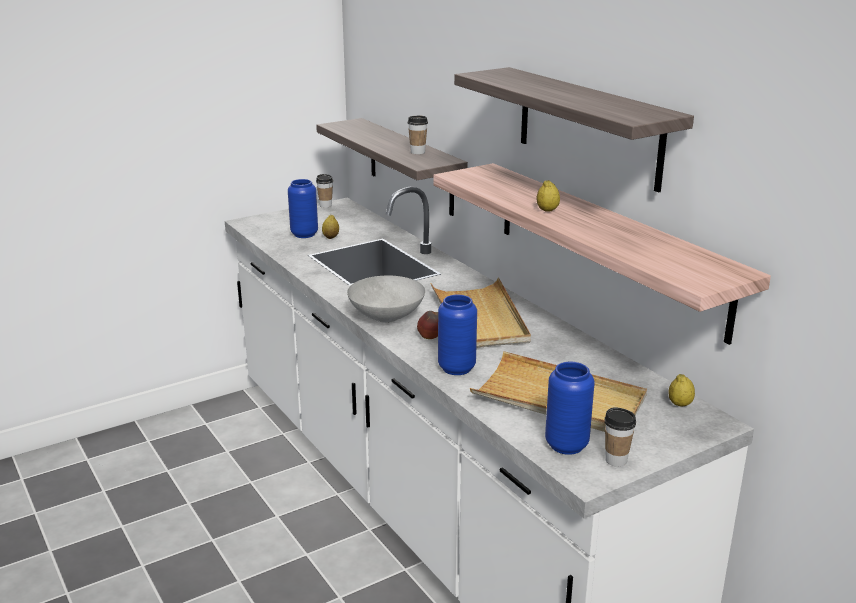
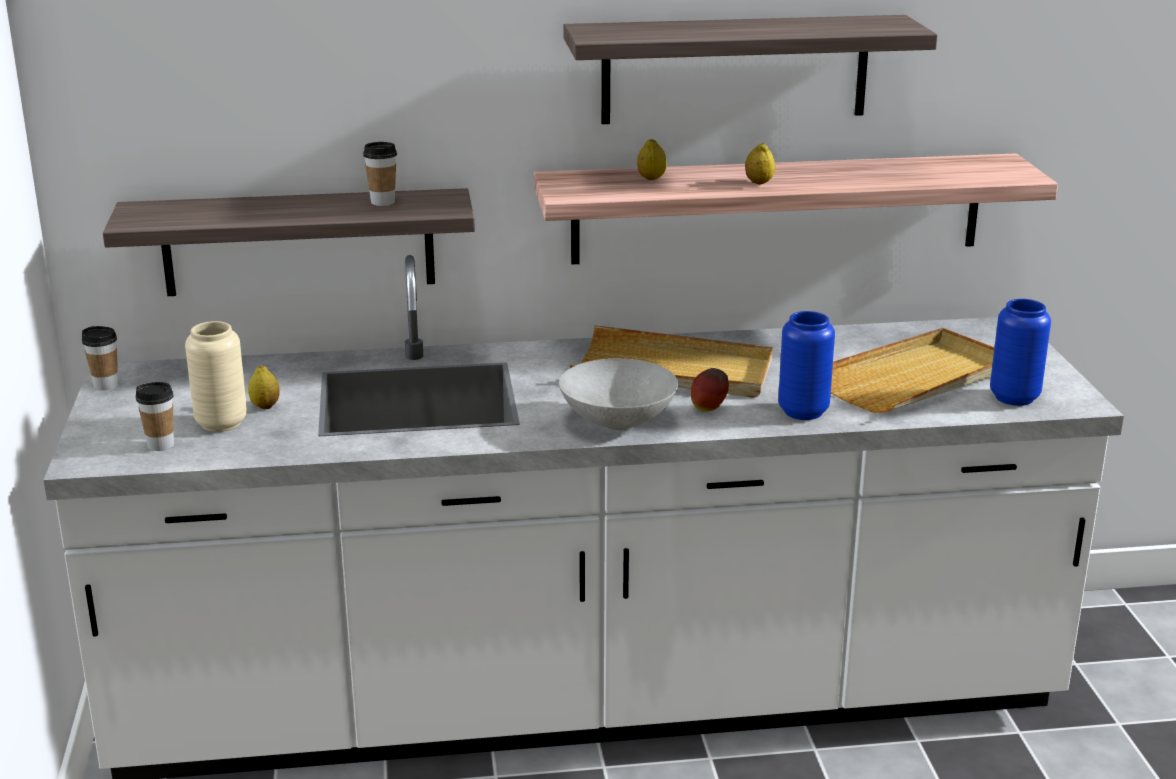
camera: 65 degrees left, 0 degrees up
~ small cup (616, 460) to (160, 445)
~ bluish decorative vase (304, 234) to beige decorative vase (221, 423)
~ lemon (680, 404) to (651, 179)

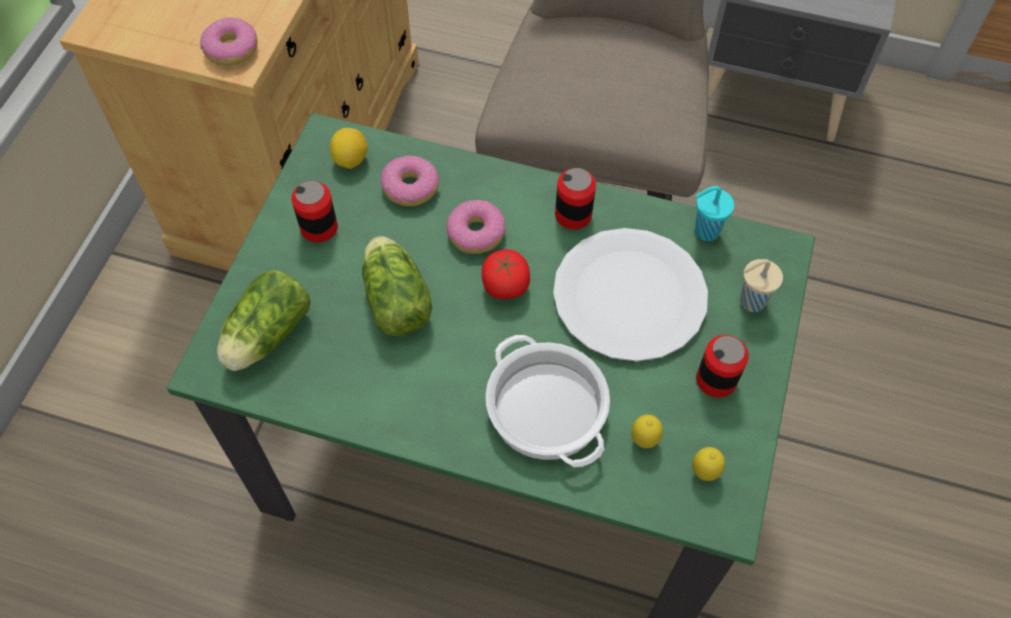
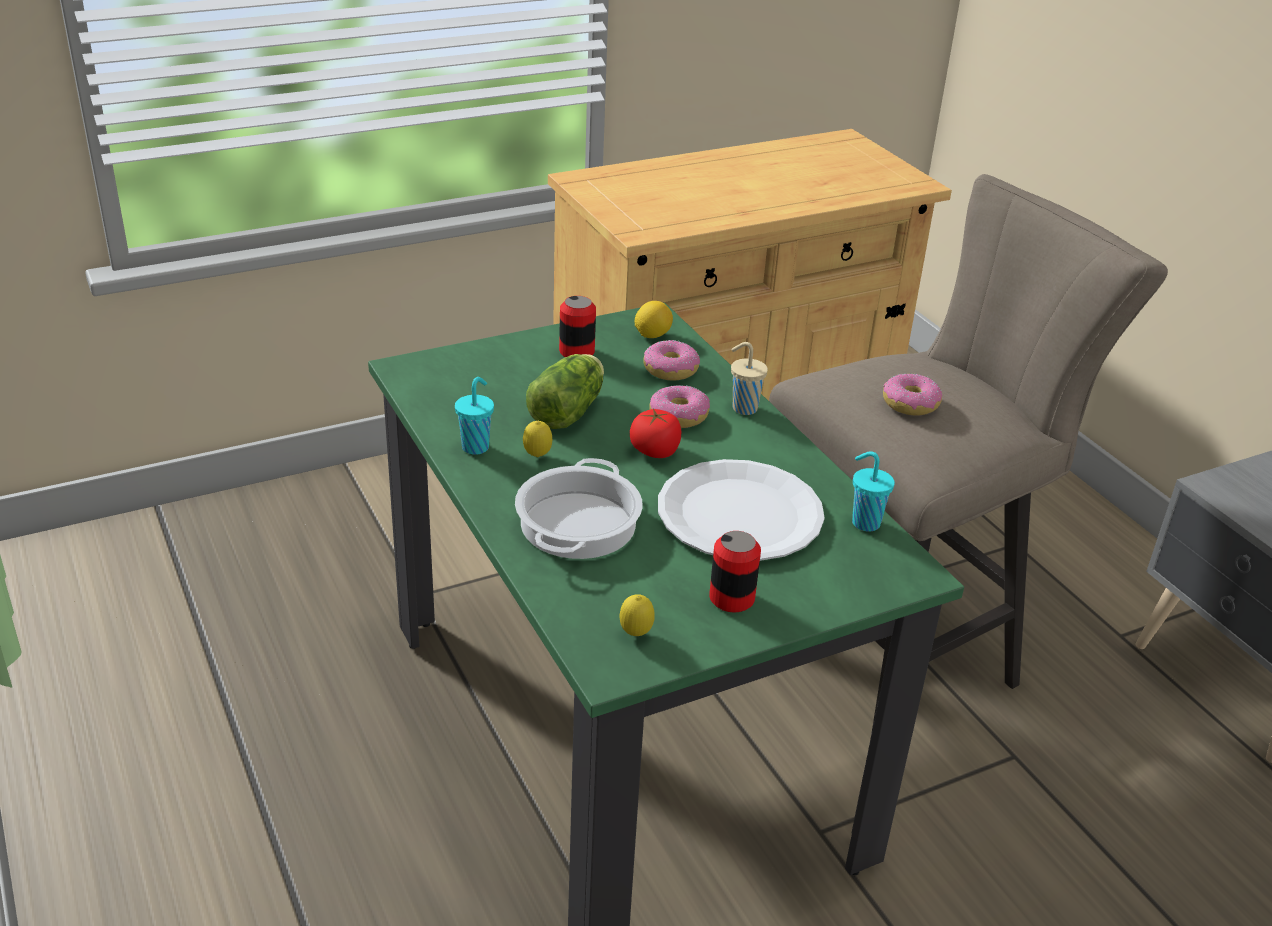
camera: 45 degrees right, 25 degrees down
+ turquoise small cup (476, 446)
~ lemon (644, 440) to (537, 456)
~ beige small cup (750, 302) to (743, 408)
~ doughnut (232, 49) to (910, 404)
- lettuce (265, 337)
- can (573, 215)

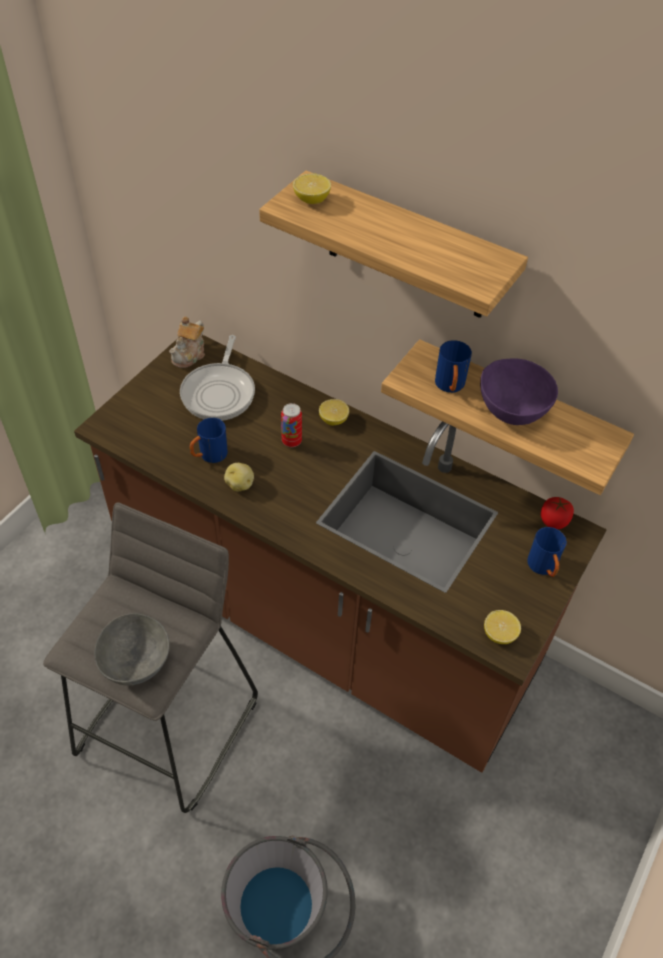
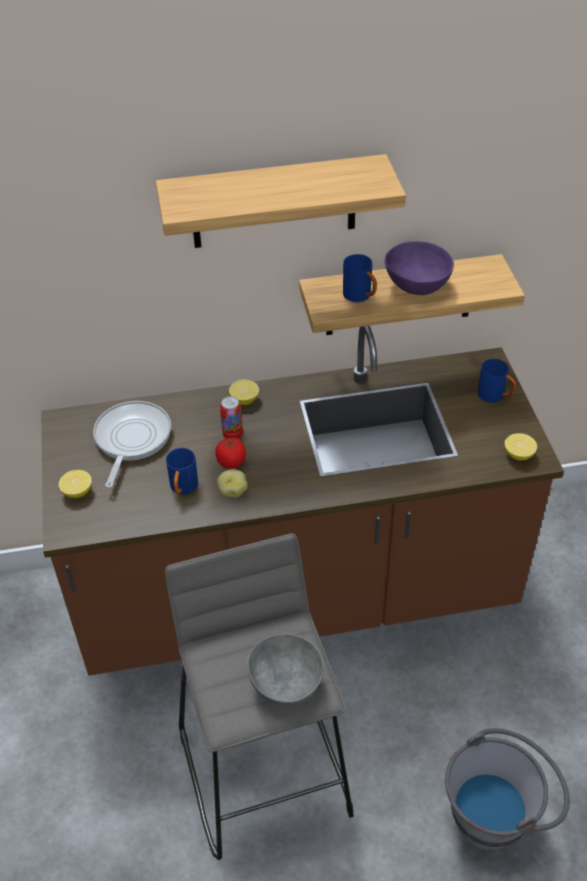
camera: 40 degrees left, 5 degrees down
~ lemon (311, 200) to (77, 492)
~ frying pan (219, 392) = (131, 439) 135 degrees counterclockwise
~ fresh tomato (553, 521) to (231, 461)
- teapot (189, 354)

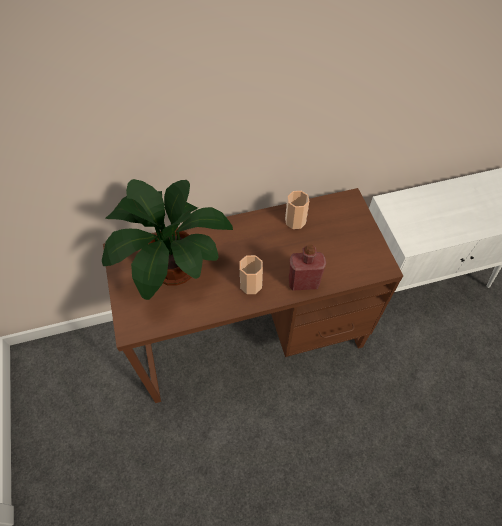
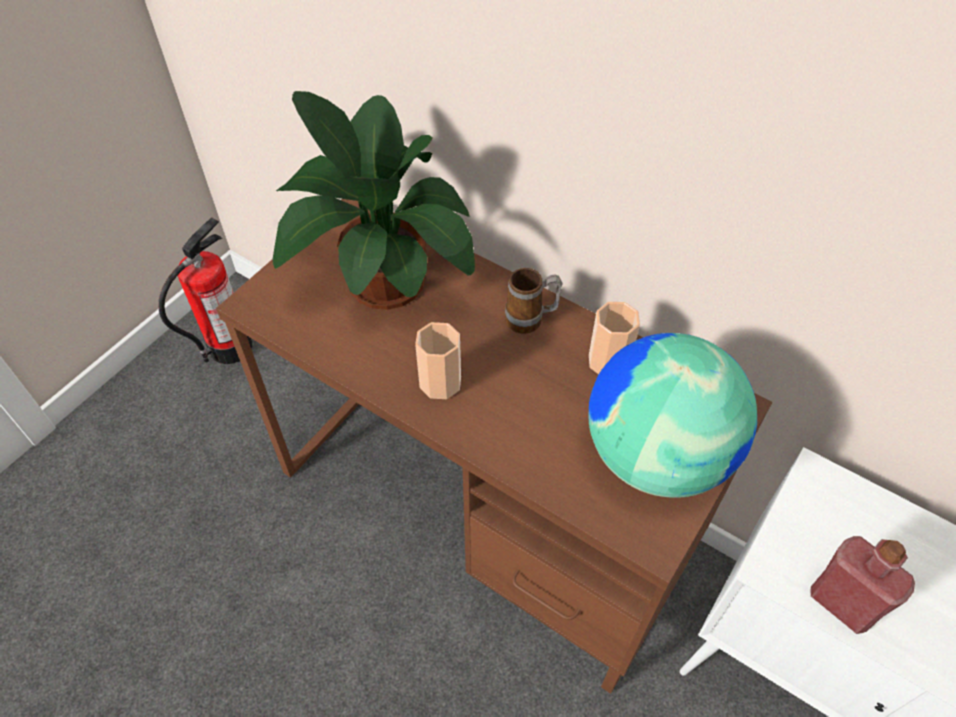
camera: 50 degrees right, 5 degrees down
+ extinguisher (230, 347)
+ tea mug (531, 320)
+ world globe (655, 454)
~ reddish drink bottle (303, 282) to (842, 603)

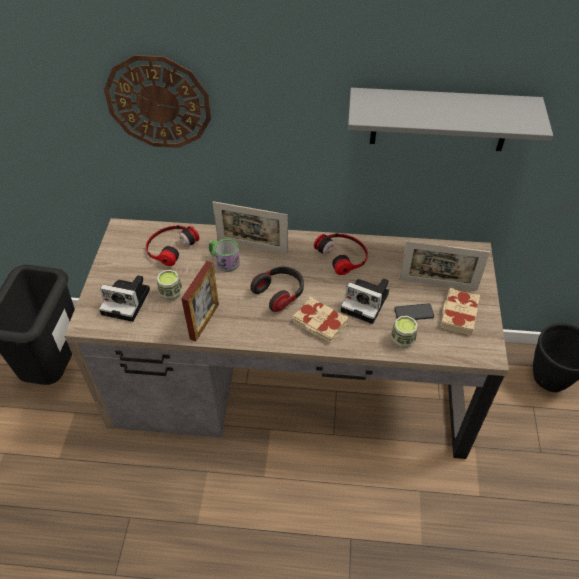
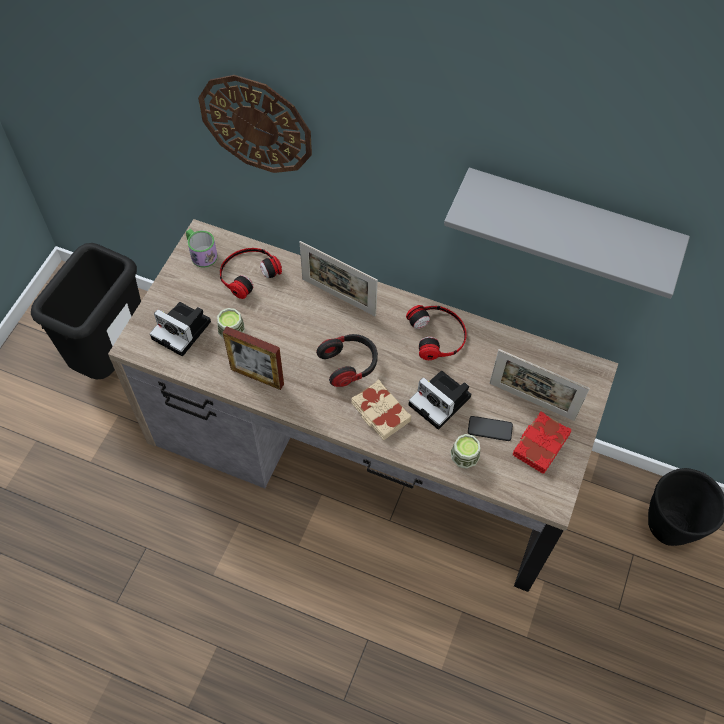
camera: 15 degrees right, 10 degrees up
~ tea mug (224, 261) to (201, 253)
~ picture frame (204, 321) = (257, 376) 75 degrees clockwise
~ beige volume (458, 314) to reddish volume (540, 444)

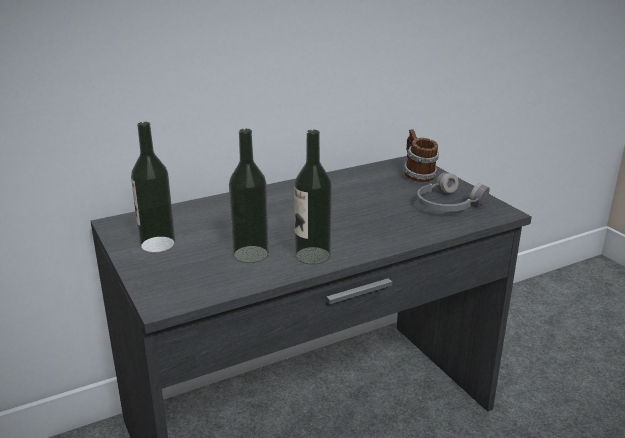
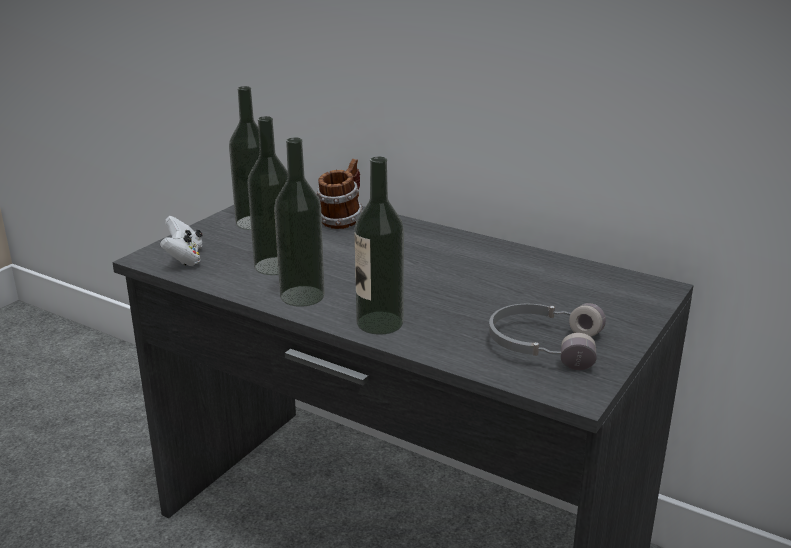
camera: 60 degrees right, 0 degrees up
+ white-coloured gamepad (184, 258)
~ tea mug (418, 176) to (342, 220)
+ drink bottle (379, 323)

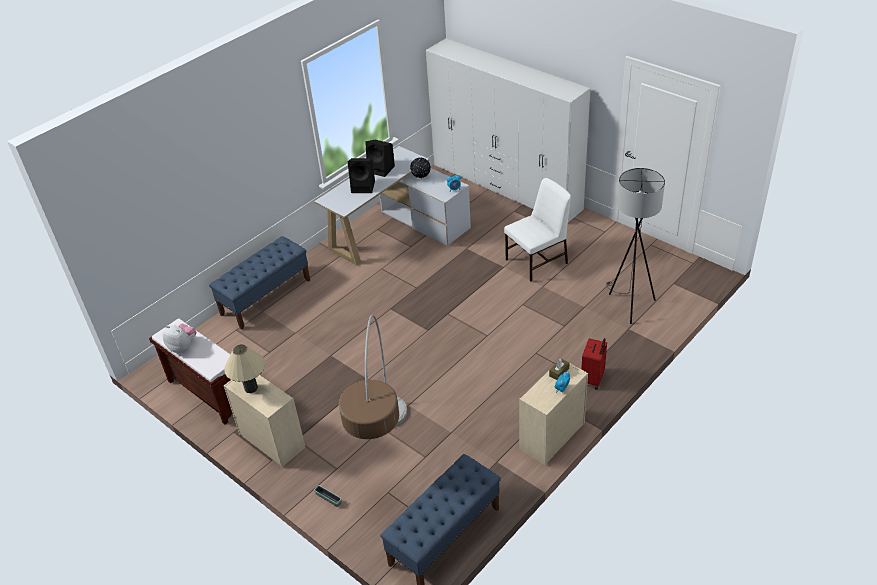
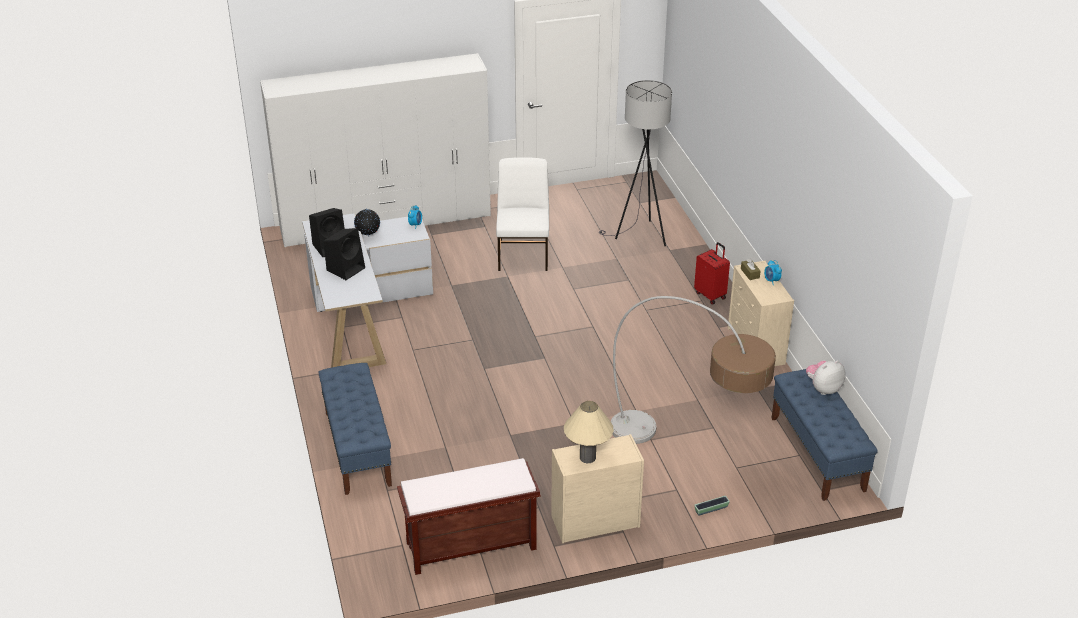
camera: 60 degrees left, 5 degrees down
~ plush toy (183, 347) to (823, 388)

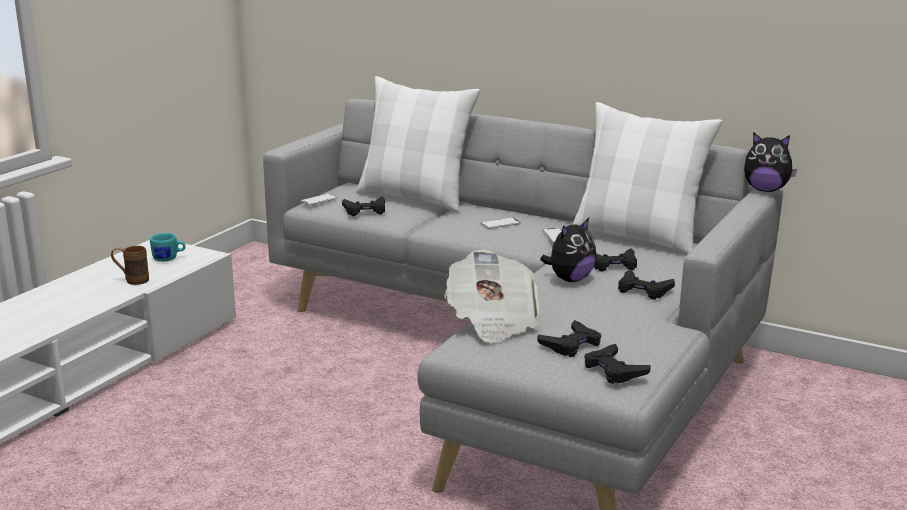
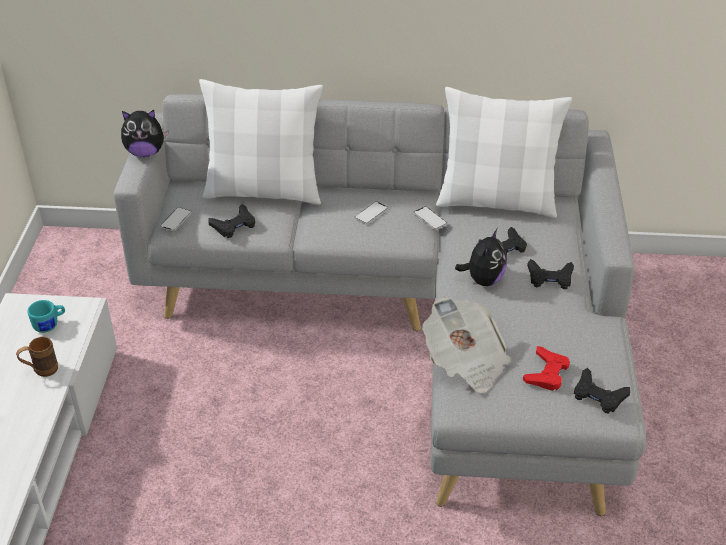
camera: 25 degrees left, 20 degrees up
~ plush toy (766, 190) to (145, 153)
~ black gamepad (571, 344) to reddish gamepad (546, 373)

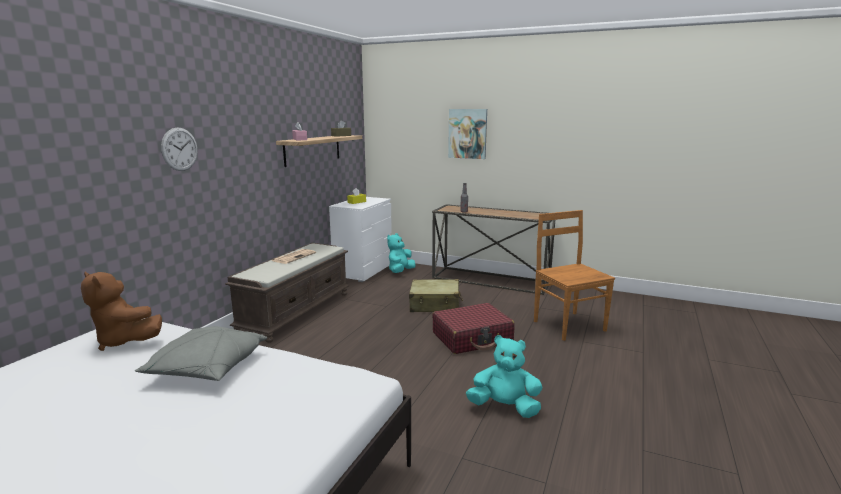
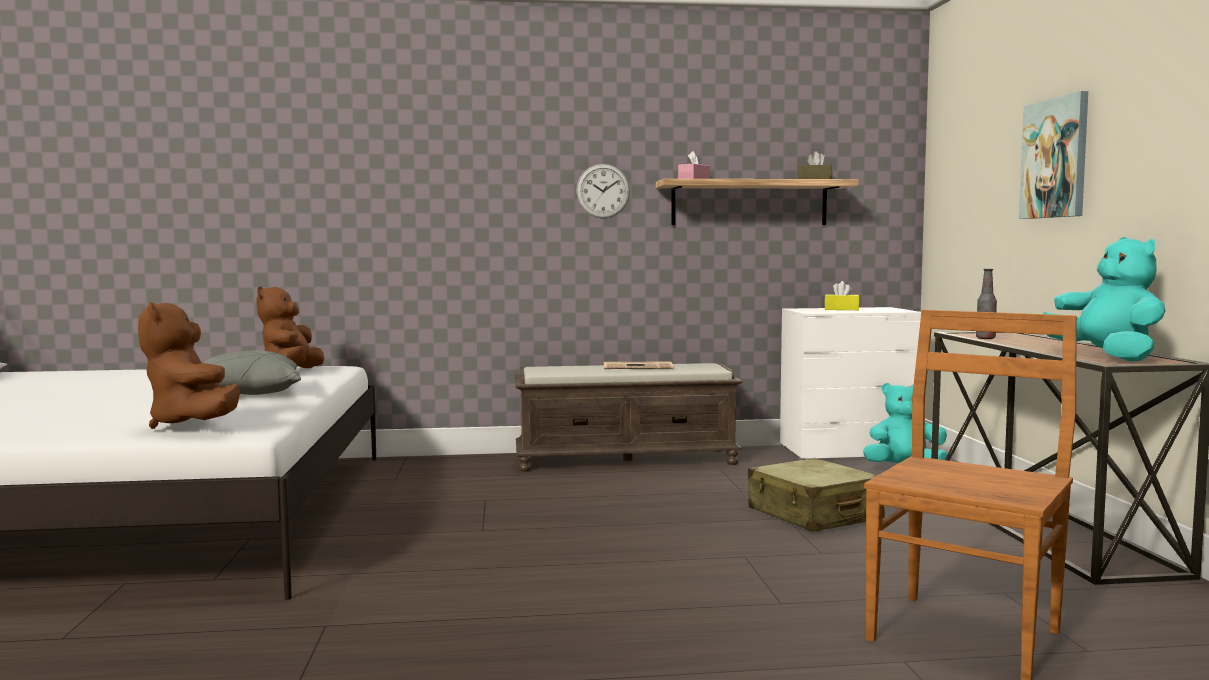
camera: 60 degrees right, 10 degrees down
+ brown plush toy (192, 424)
~ hanging clock (179, 149) to (603, 191)
~ turquoise plush toy (504, 407) to (1106, 357)
- reddish travel case (472, 338)

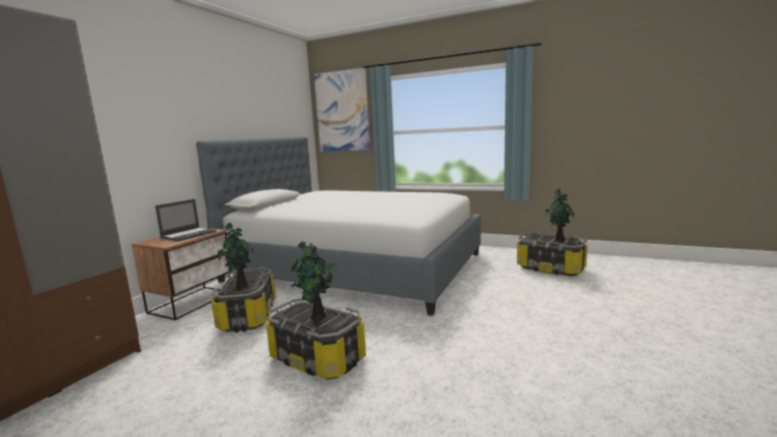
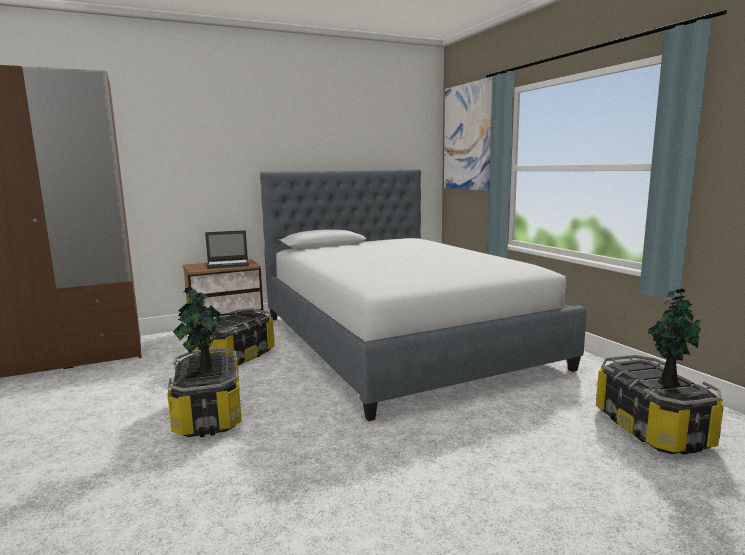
camera: 40 degrees right, 0 degrees up
- houseplant (241, 286)

